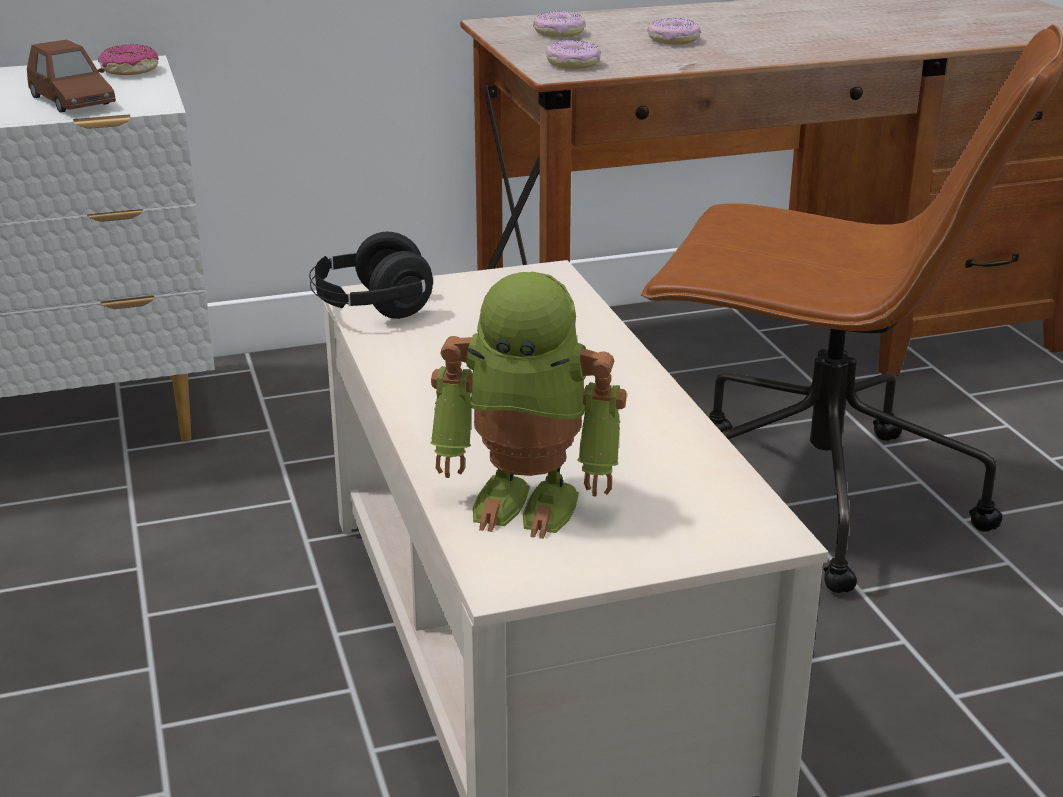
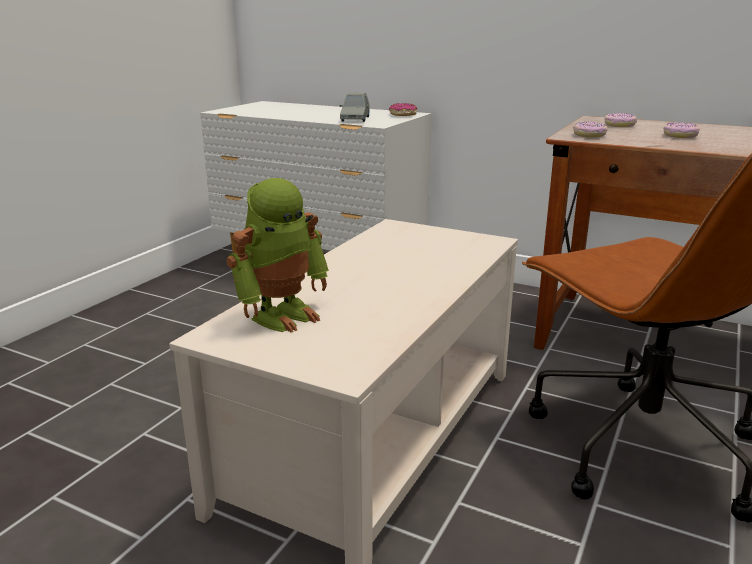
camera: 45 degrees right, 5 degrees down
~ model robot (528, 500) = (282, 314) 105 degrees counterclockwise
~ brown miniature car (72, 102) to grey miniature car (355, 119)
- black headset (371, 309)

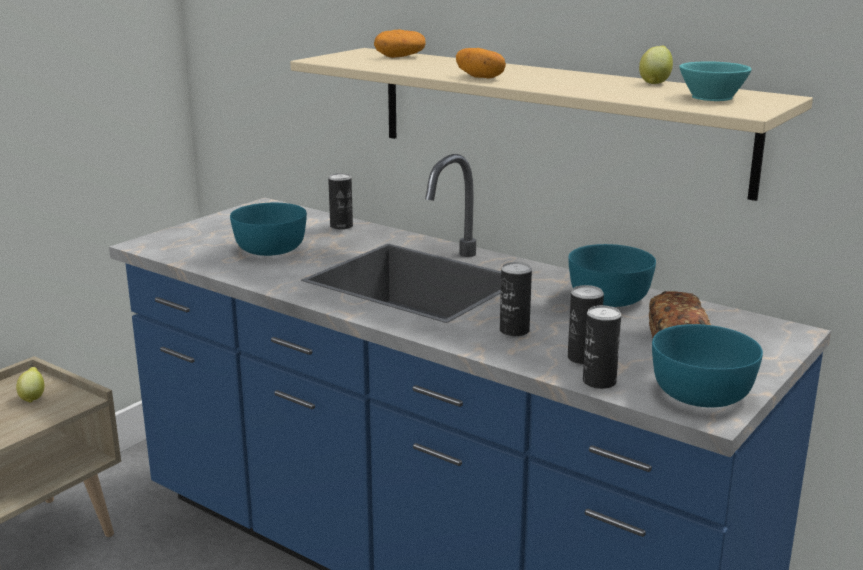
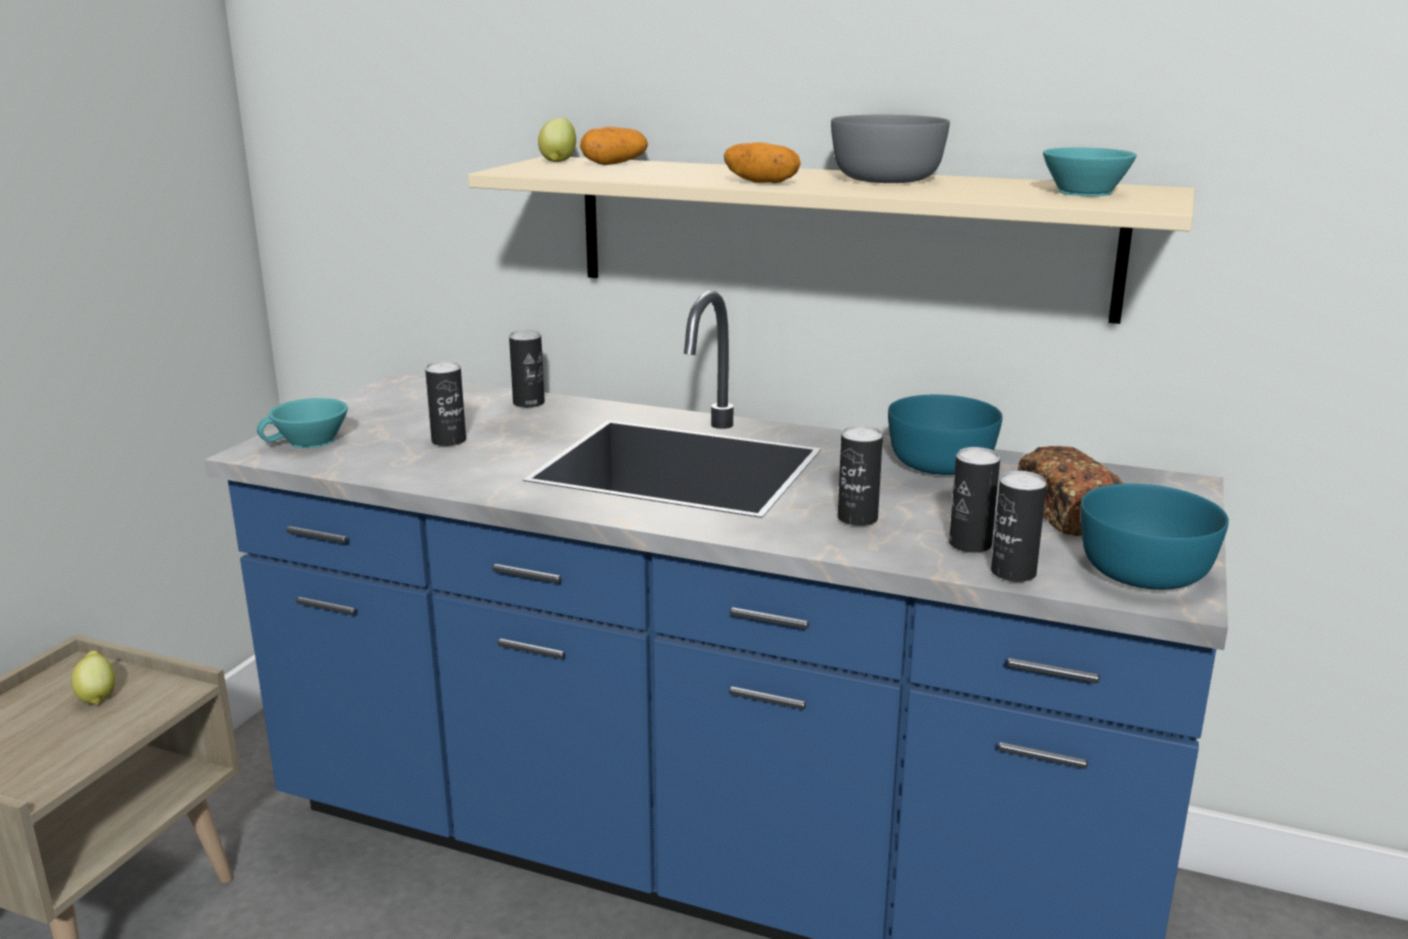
camera: 15 degrees left, 0 degrees up
+ turquoise small cup (310, 442)
~ turquoise deep dish (270, 248) to can (449, 441)
~ lemon (655, 83) to (559, 161)
+ grey deep dish (886, 179)

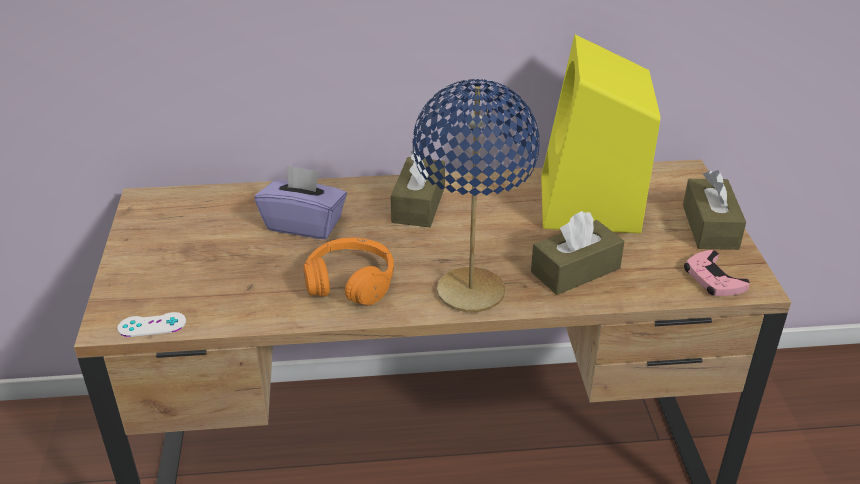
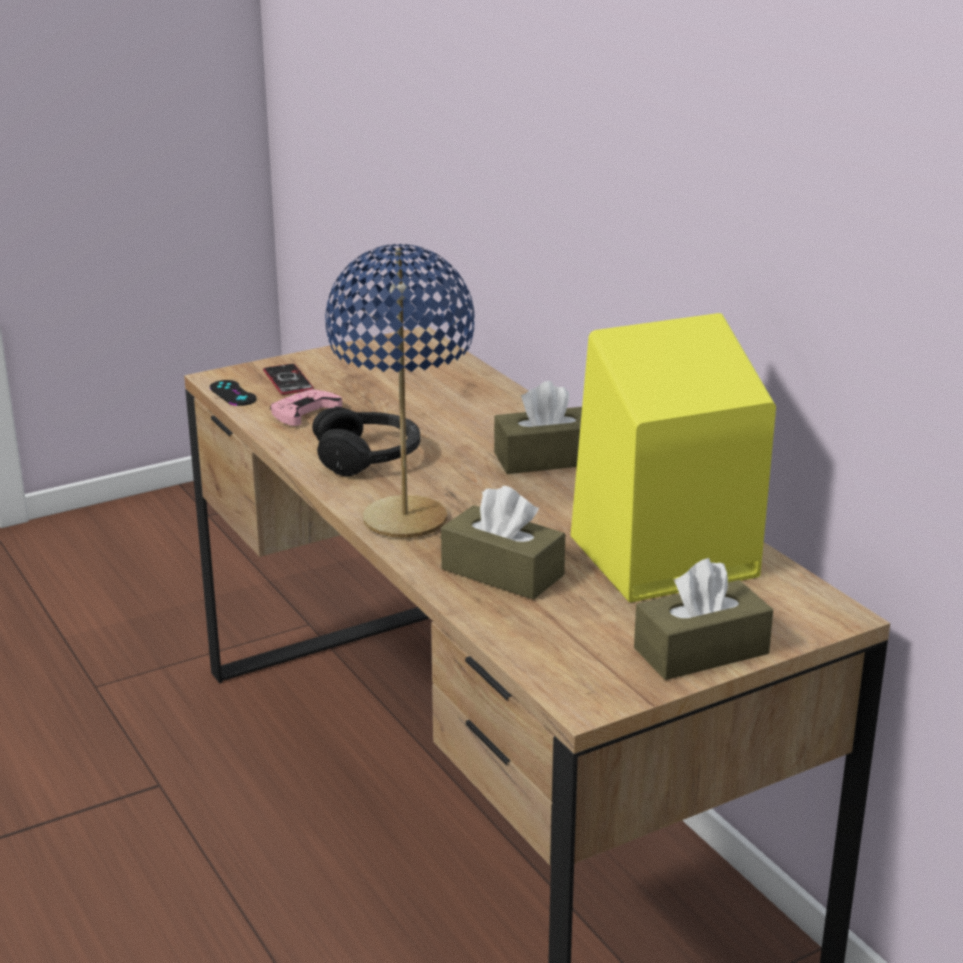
camera: 65 degrees right, 10 degrees down
~ white-coloured gamepad (152, 325) to black gamepad (233, 393)
+ handset (288, 380)
~ pink gamepad (713, 279) to (304, 412)
~ orangey headset (350, 282) to black headset (368, 457)
- purple-coloured tissue holder (304, 224)

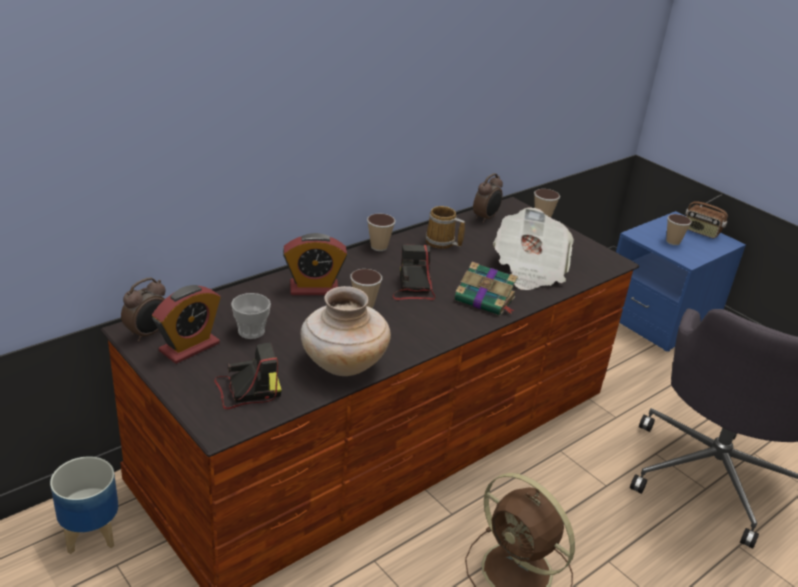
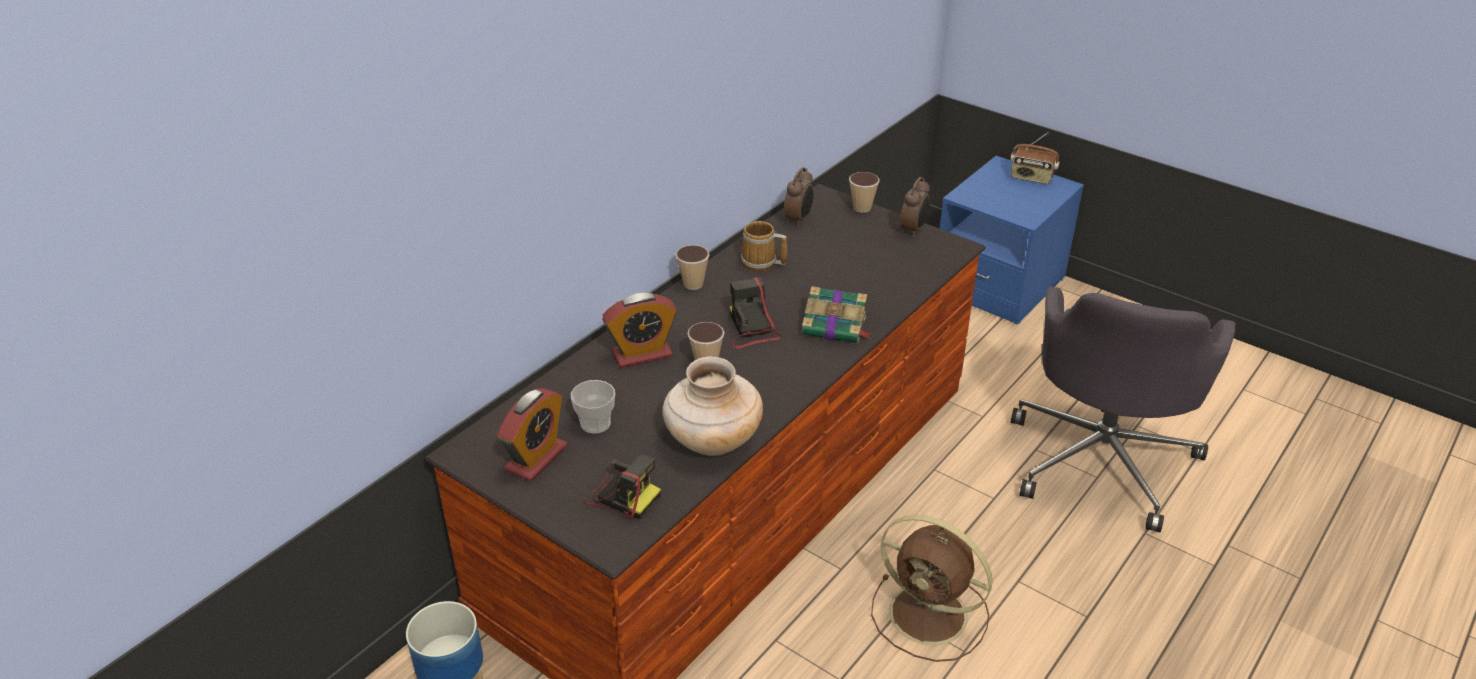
camera: 10 degrees left, 5 degrees up
~ photo camera (246, 390) = (622, 495) 60 degrees clockwise
~ alarm clock (148, 334) to (913, 230)
- daily paper (529, 269)
- small cup (673, 242)

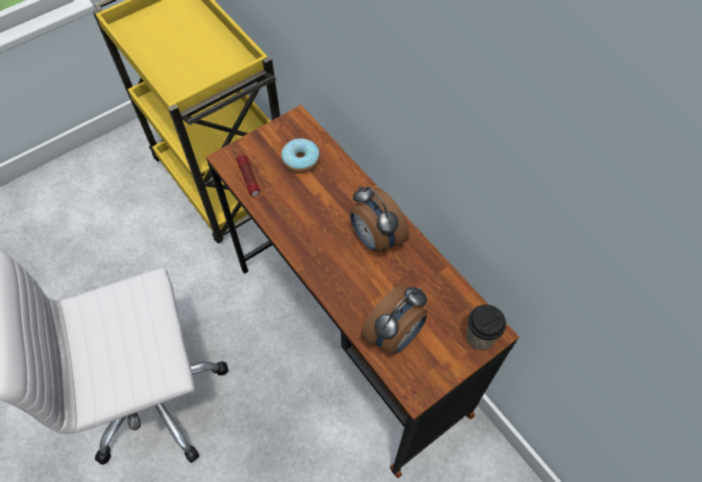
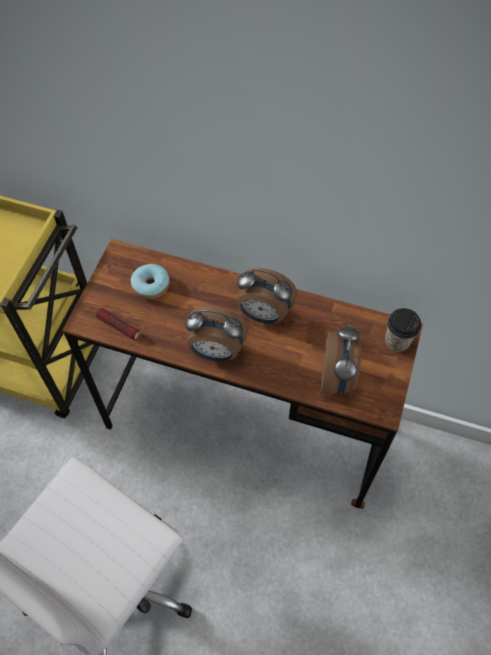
camera: 35 degrees left, 0 degrees up
+ alarm clock (216, 351)

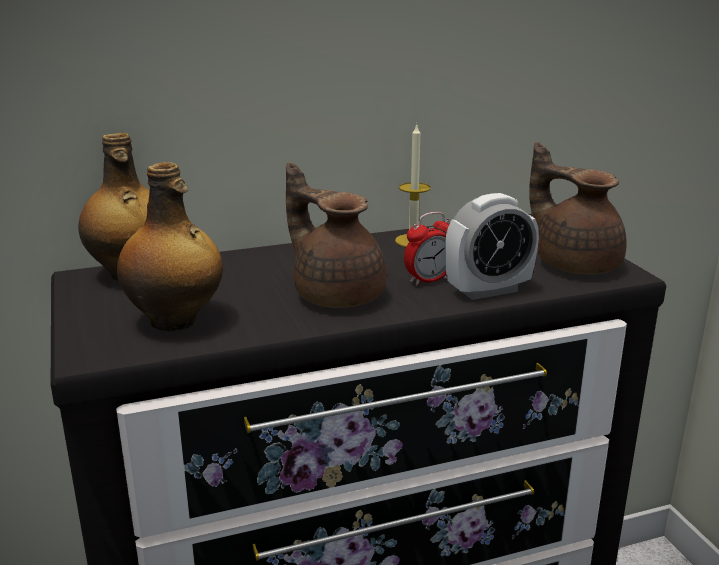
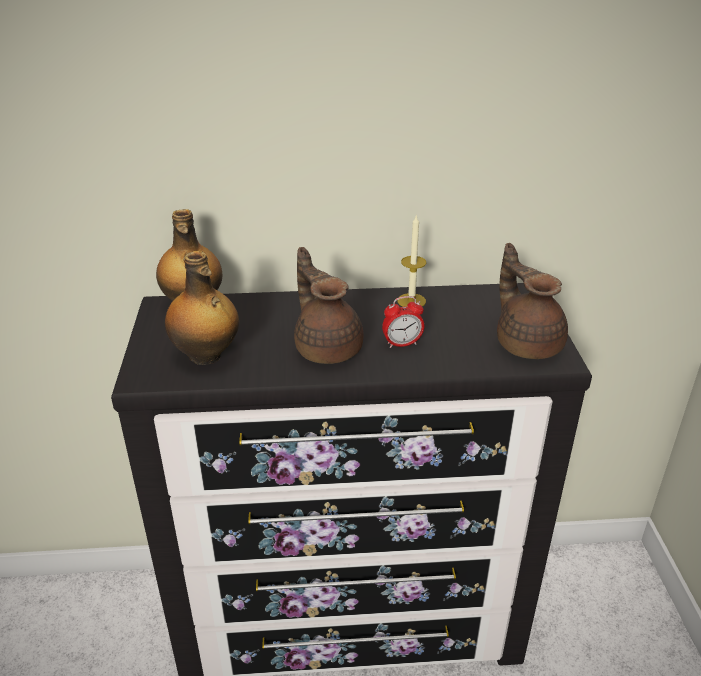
camera: 15 degrees right, 10 degrees up
- alarm clock (488, 290)

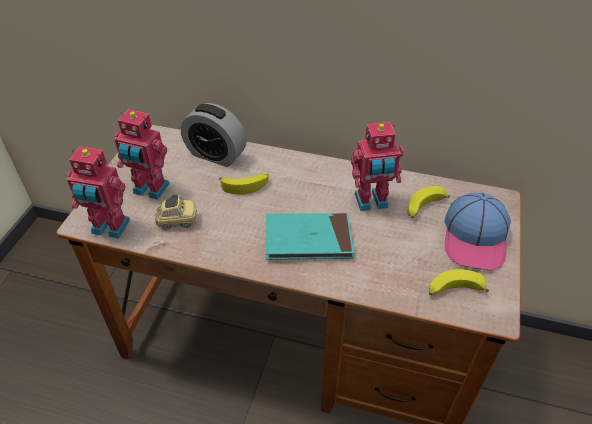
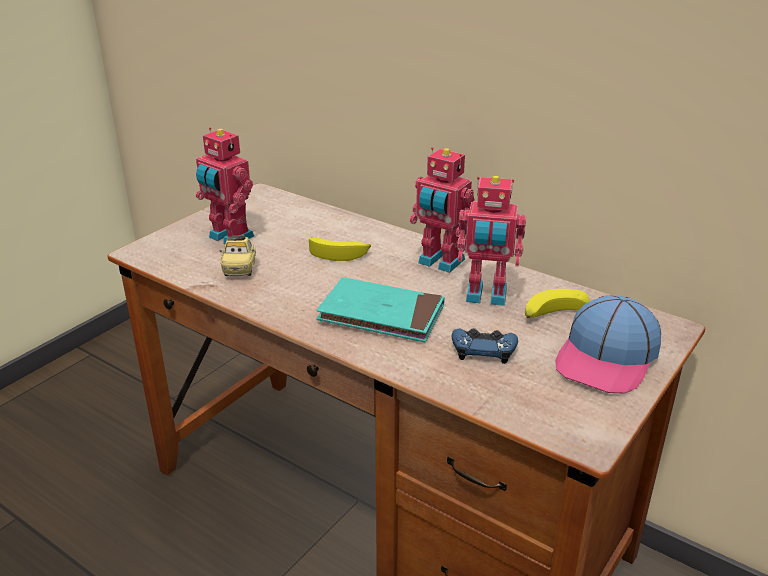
camera: 20 degrees right, 15 degrees down
~ miniature car (177, 221) = (240, 269) 75 degrees clockwise
~ model robot (109, 228) to (440, 262)
+ bluish gamepad (483, 350)
- alarm clock (216, 155)
- whole banana (454, 290)

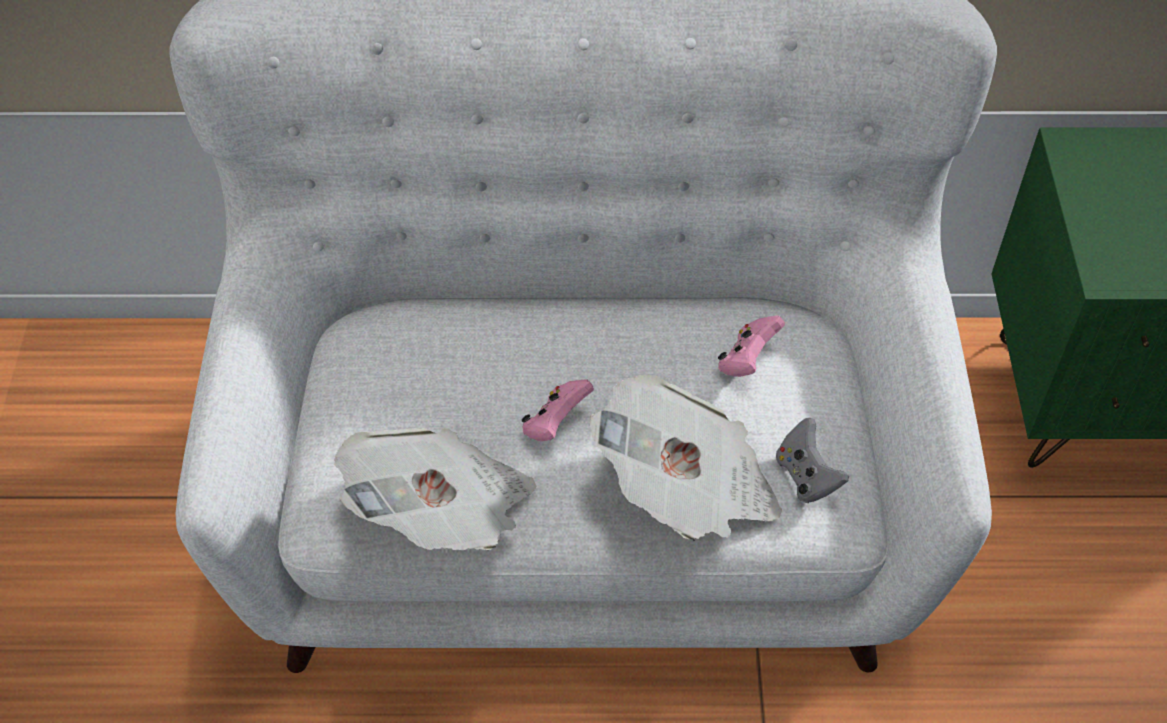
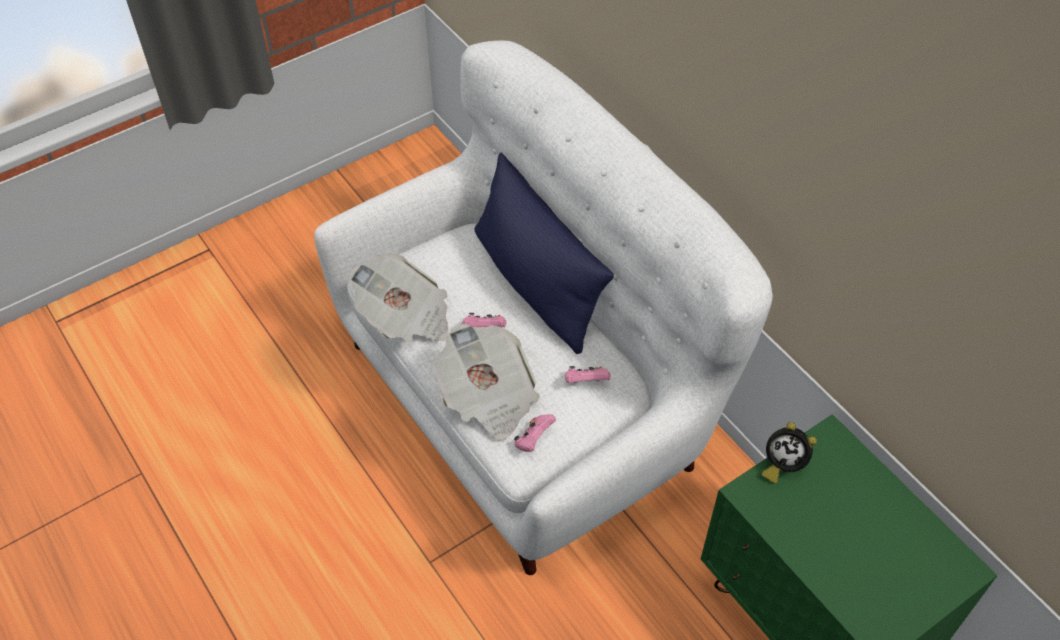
camera: 55 degrees right, 0 degrees up
+ bluish throw pillow (536, 284)
~ grey gamepad (806, 476) to pink gamepad (533, 440)
+ alarm clock (782, 464)

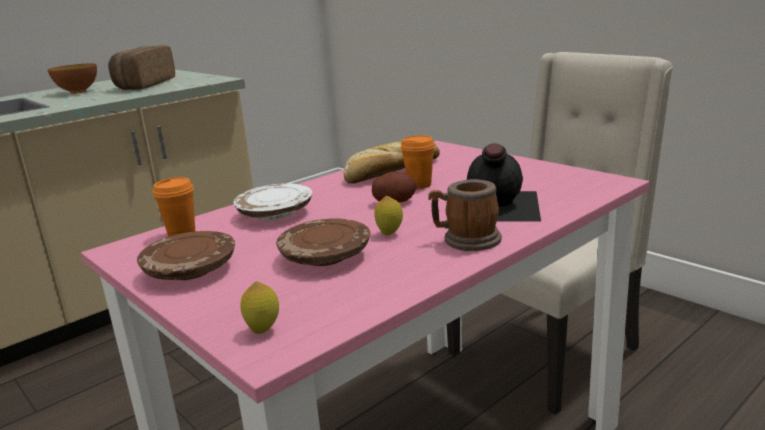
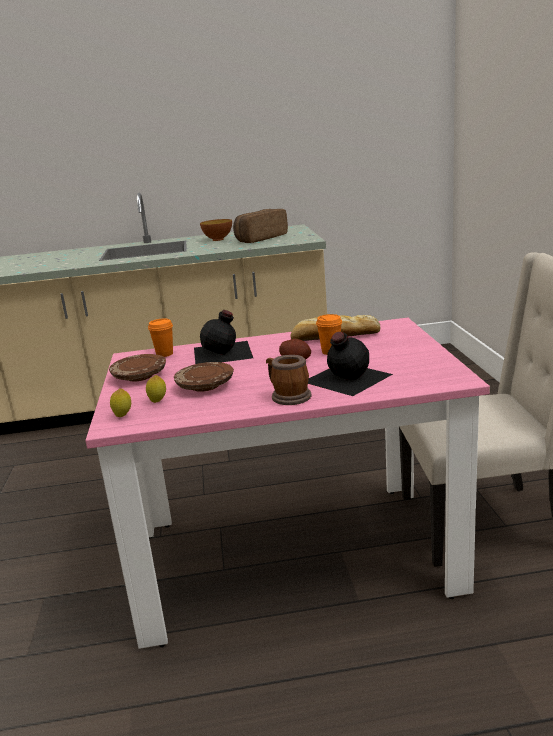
camera: 35 degrees right, 0 degrees up
~ lemon (389, 233) to (158, 401)
~ white-coloured dinner plate (275, 214) to black drink bottle (223, 352)

